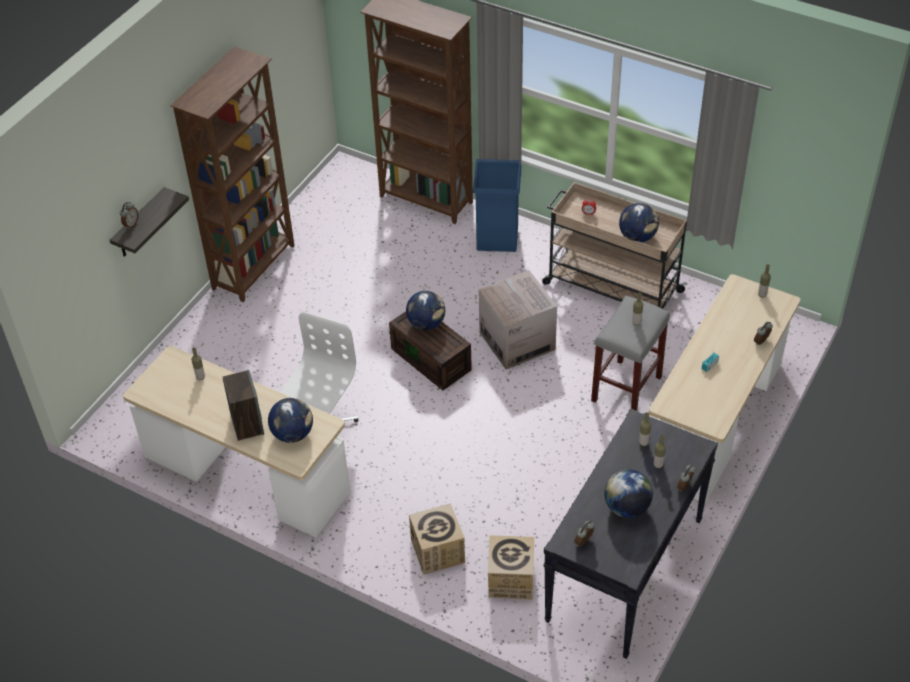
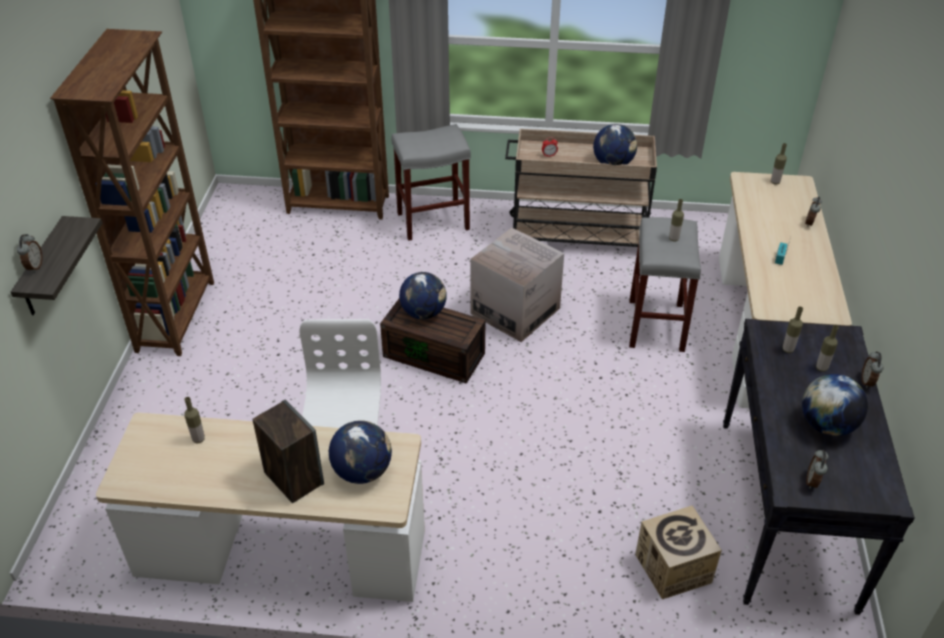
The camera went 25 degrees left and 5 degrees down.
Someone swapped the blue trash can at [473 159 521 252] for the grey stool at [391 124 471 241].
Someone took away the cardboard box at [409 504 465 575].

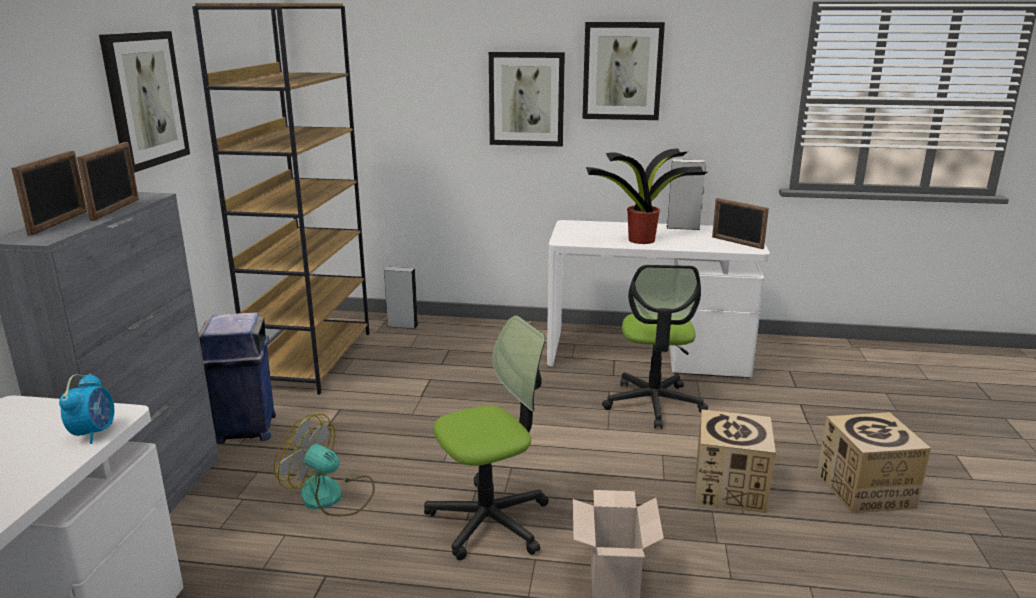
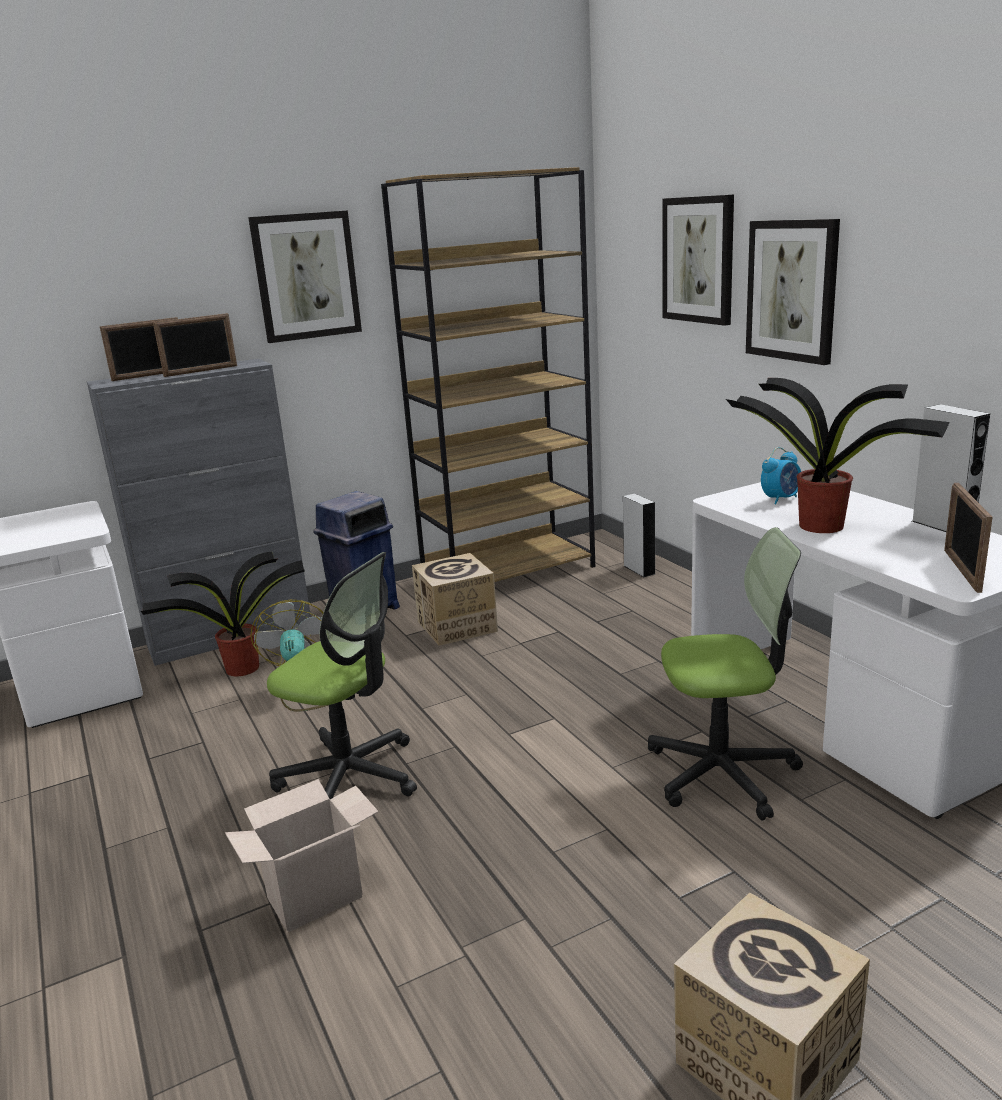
The camera went 55 degrees right and 0 degrees up.
Someone carried the picture from [582 22 665 120] to [663 195 734 326].
Someone rotated the office chair at [602 265 708 429] by 150 degrees counterclockwise.
Someone carried the alarm clock from [59 373 114 444] to [761 447 801 504].
Someone carried the cardboard box from [695 409 776 513] to [412 553 498 646].
Someone put down the potted plant at [141 551 305 676].

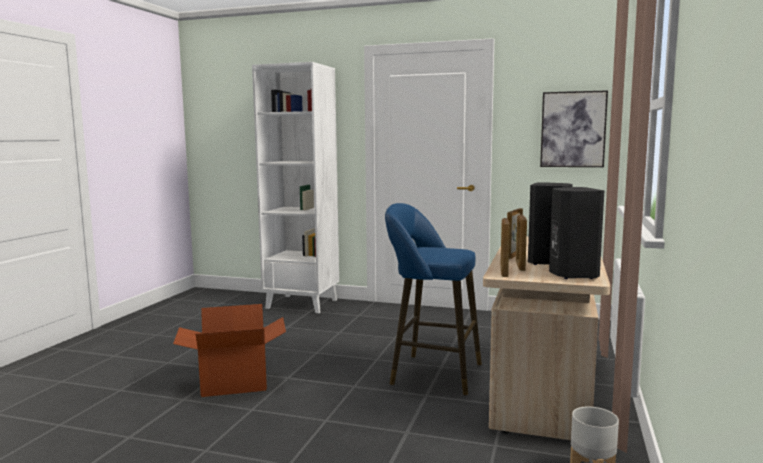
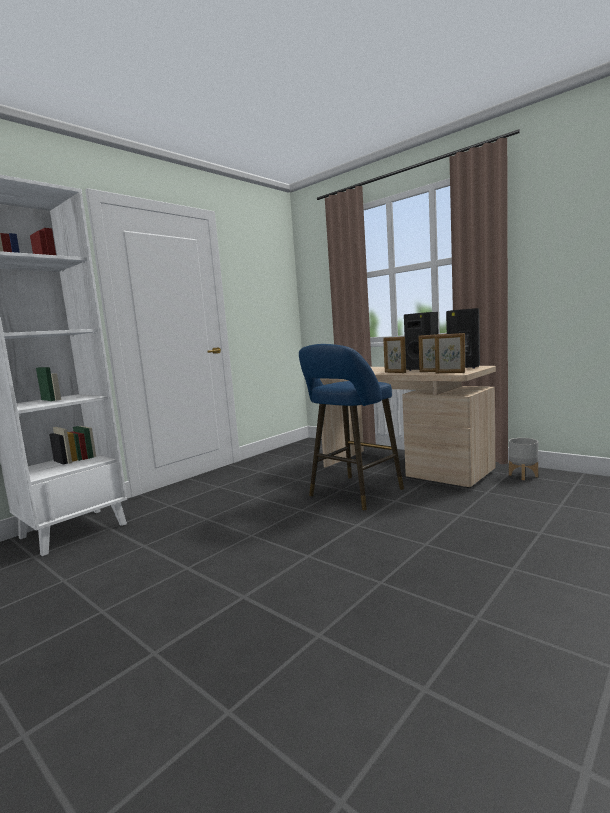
The camera went 65 degrees left and 0 degrees up.
Someone took away the picture at [540 90 608 167].
Someone took away the cardboard box at [173 304 286 397].

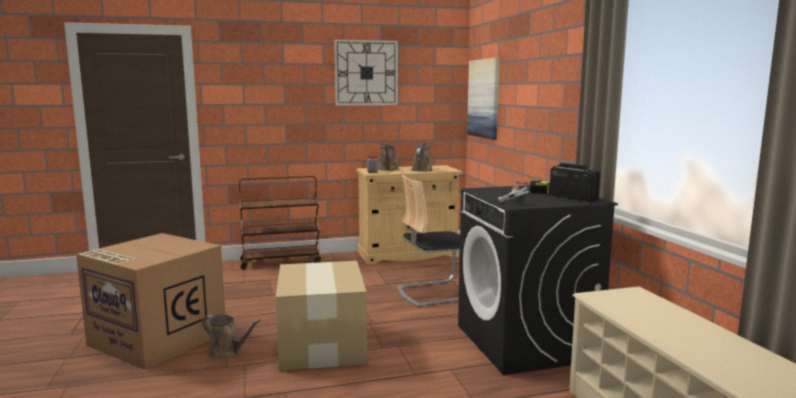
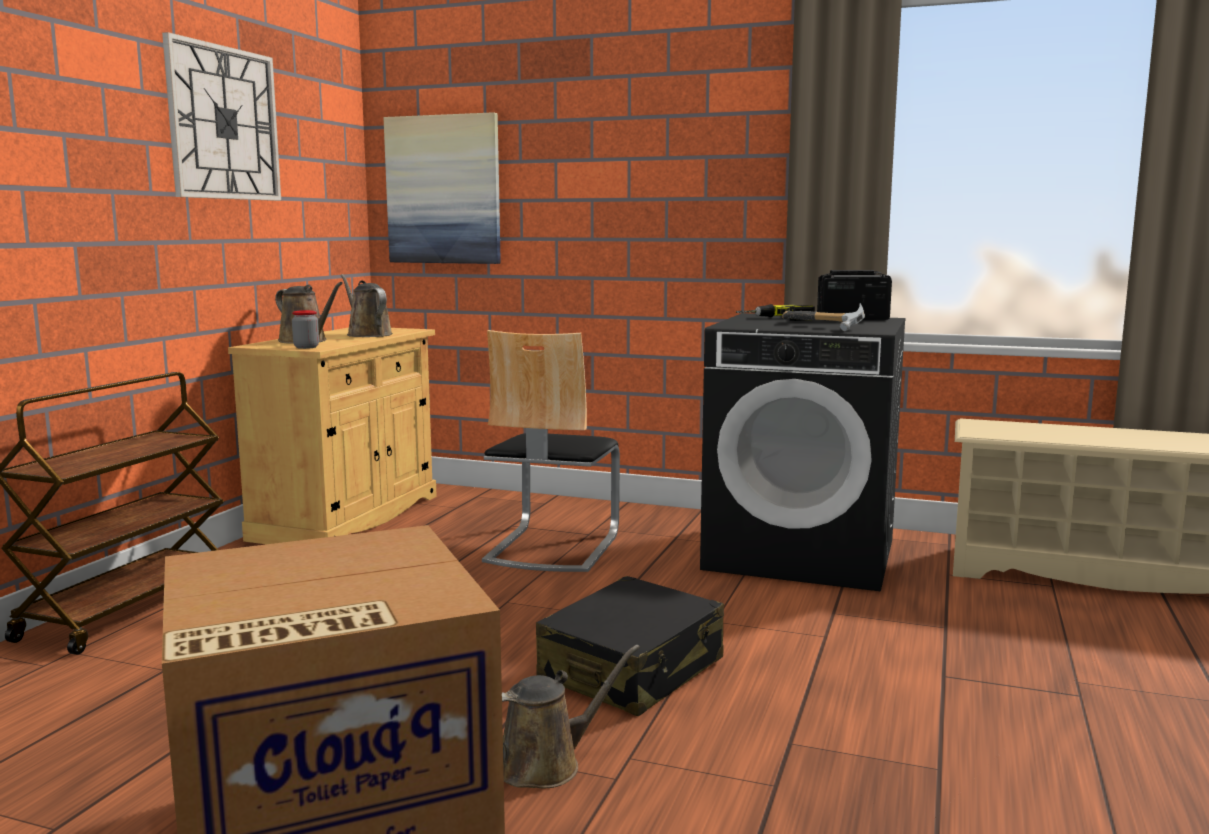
The camera went 55 degrees left and 0 degrees up.
Someone swapped the cardboard box at [276 261 367 371] for the black suitcase at [536 576 724 716].

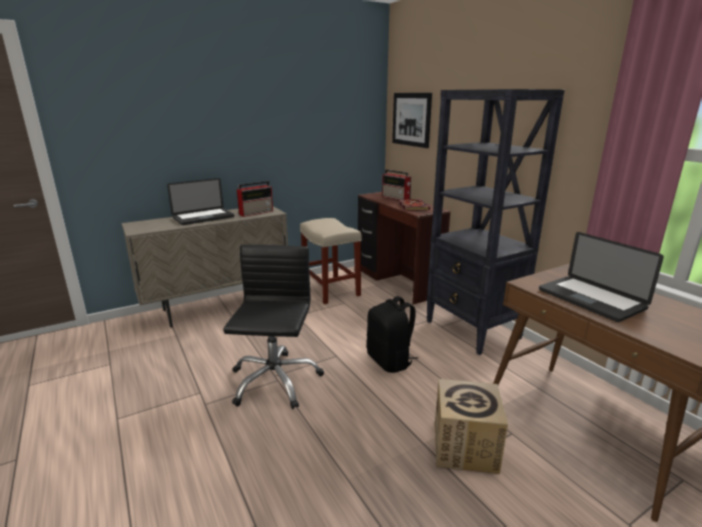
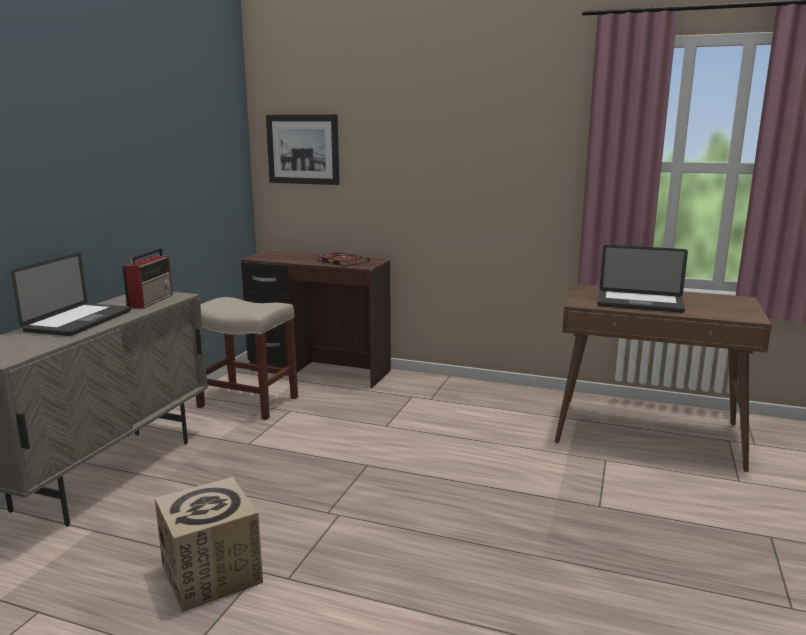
The camera went 40 degrees left and 5 degrees down.
Someone took away the black bookcase at [426 89 564 355].
Someone took away the radio at [382 169 411 200].
Someone took away the black office chair at [223 245 324 409].
Someone took away the black backpack at [367 296 418 373].
Someone carried the cardboard box from [435 379 508 474] to [155 477 263 612].

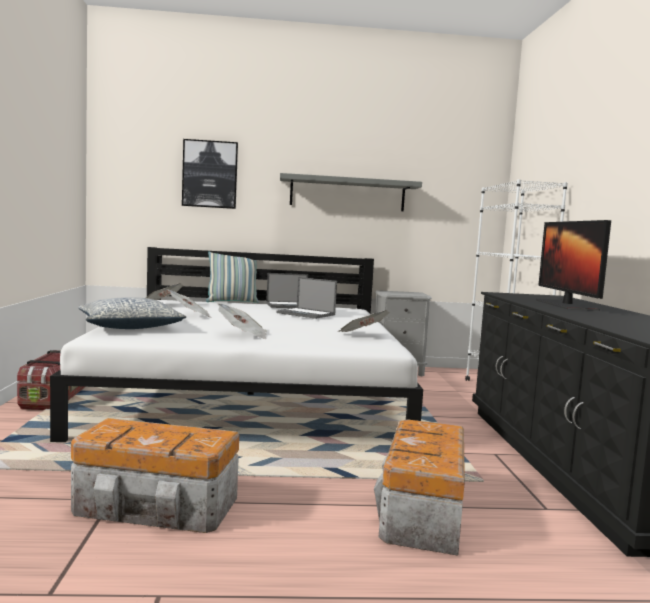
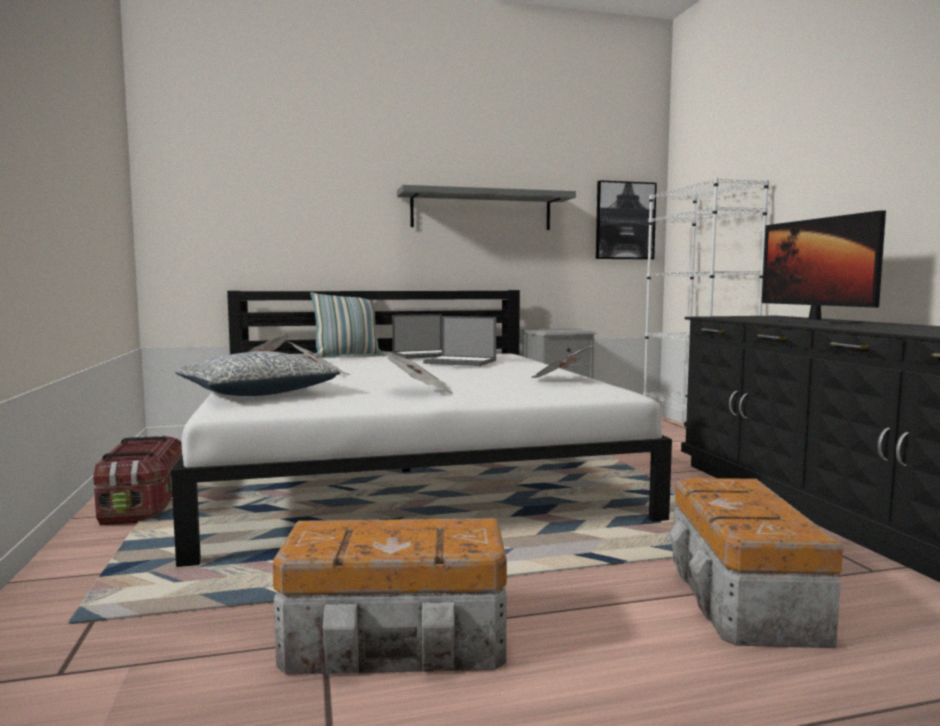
The camera went 10 degrees left and 0 degrees up.
Someone carried the picture from [182 139 238 209] to [596 180 657 260].

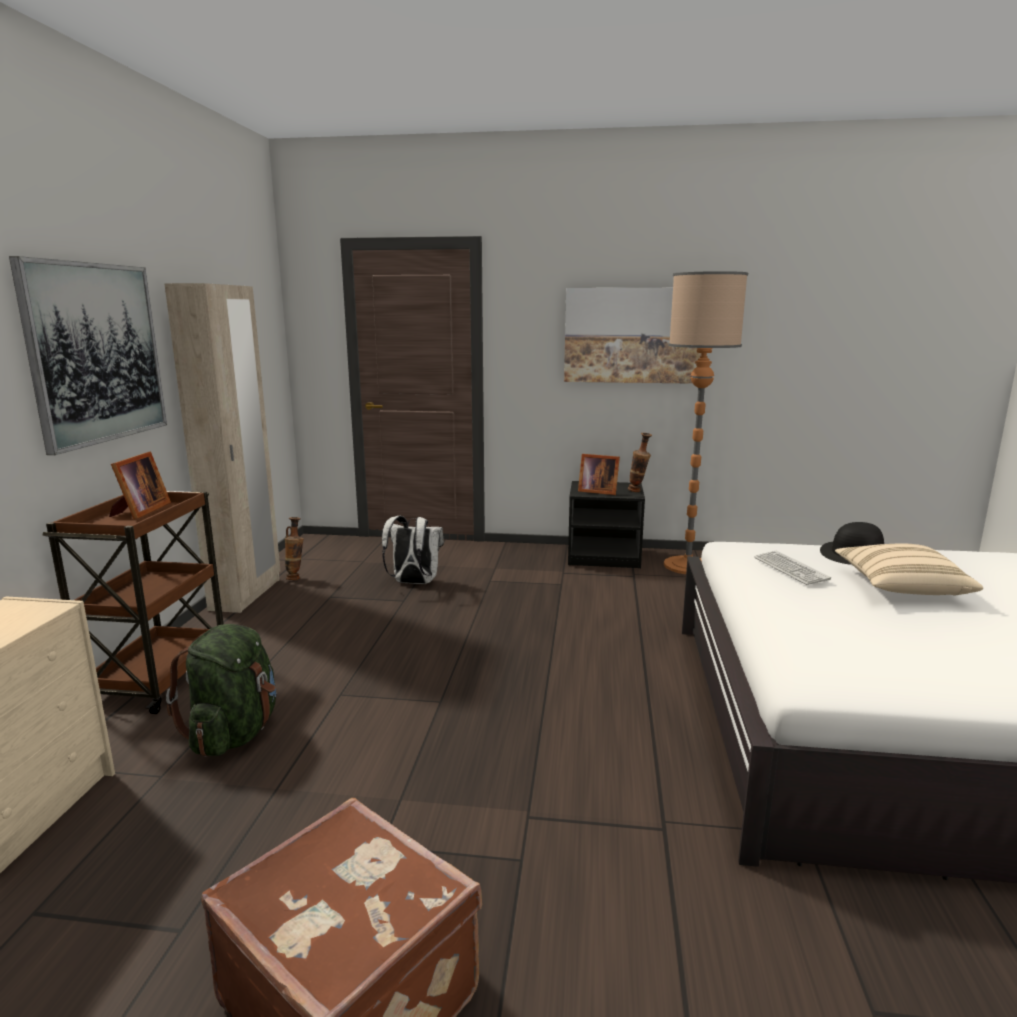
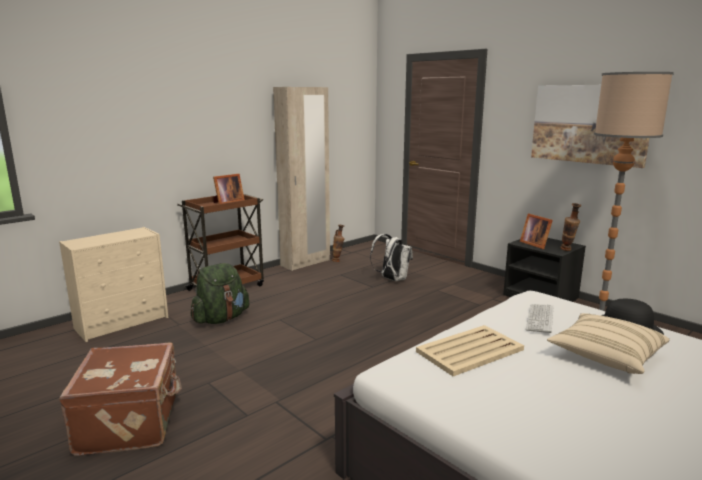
The camera went 40 degrees right and 0 degrees up.
Someone took away the picture at [9 256 167 455].
Someone put down the beige tray at [416 325 524 376].

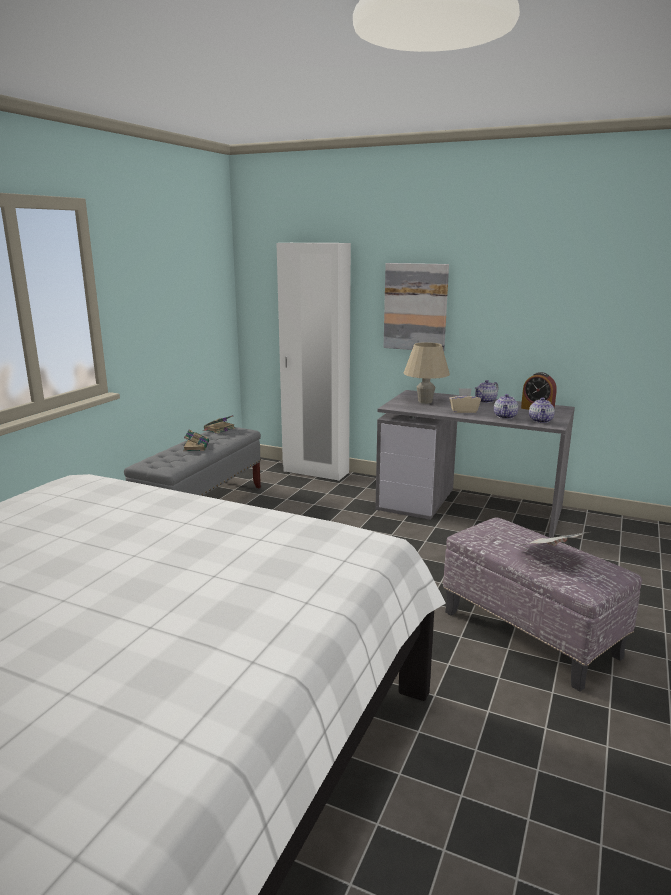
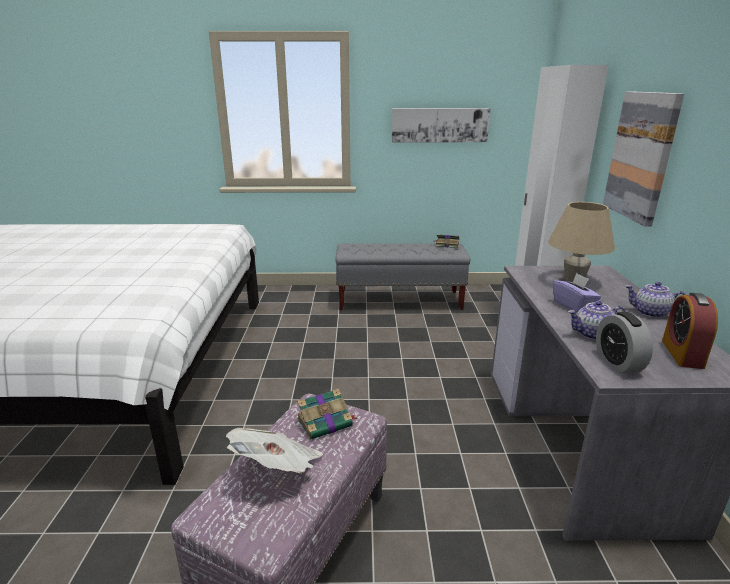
The camera went 65 degrees right and 5 degrees up.
Someone repainted the beige tissue box at [449 388 481 413], which became the purple tissue box at [553 273 601 313].
Someone swapped the teapot at [529 398 555 423] for the alarm clock at [596 312 653 373].
Someone carried the book from [183 430 209 451] to [297 389 357 440].
Someone put up the picture at [392 108 491 142].

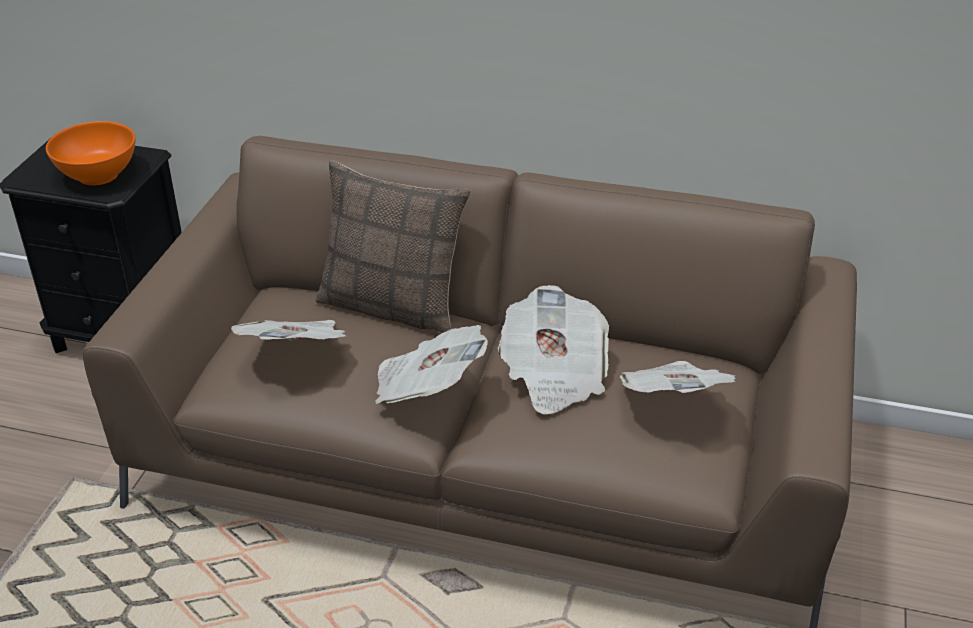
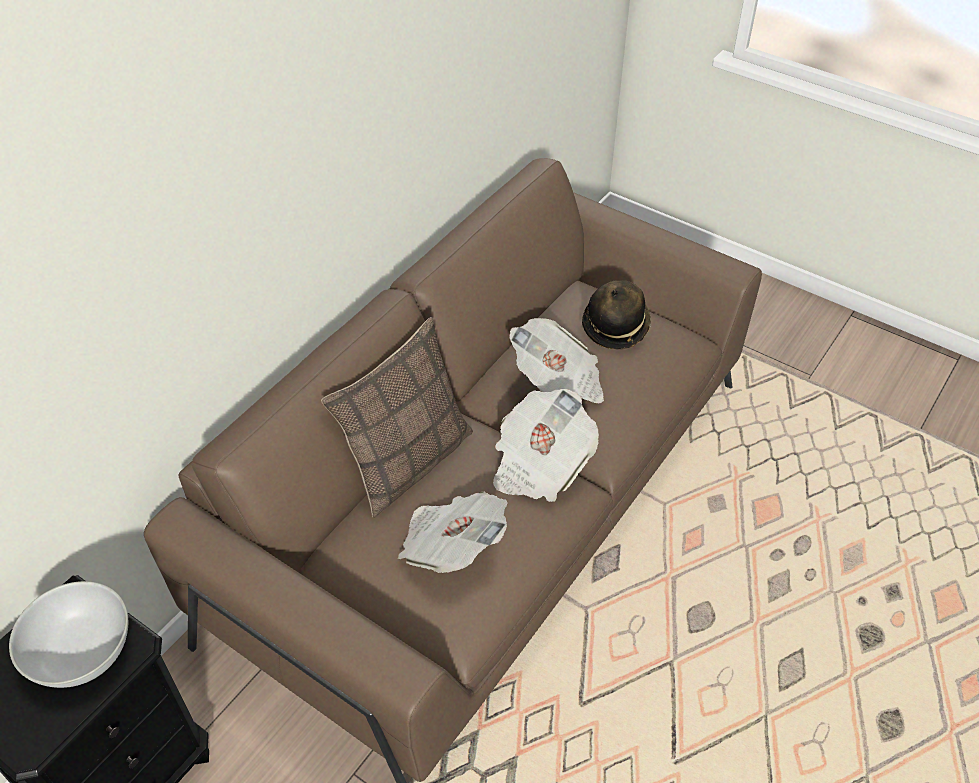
The camera went 70 degrees left and 10 degrees up.
Someone repainted the orange bowl at [46 121 136 186], which became the white bowl at [9 581 128 688].
Someone swapped the newspaper at [620 361 735 393] for the hat at [582 280 651 349].

